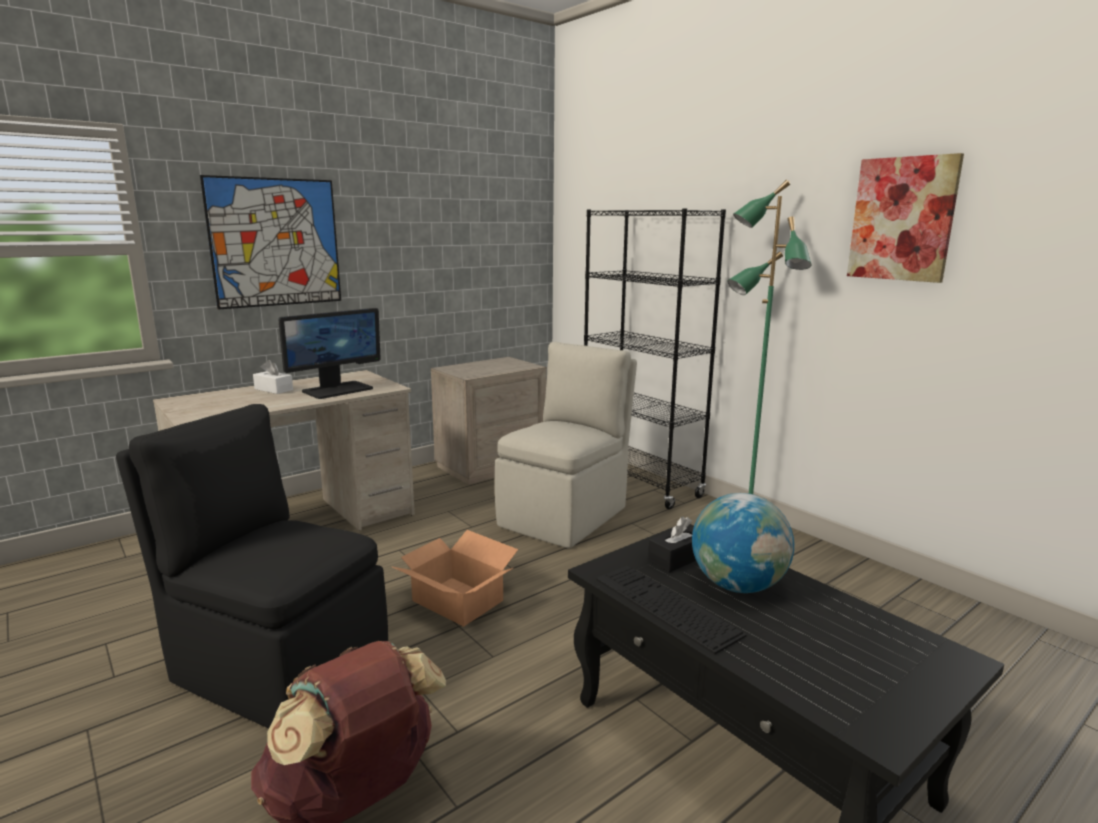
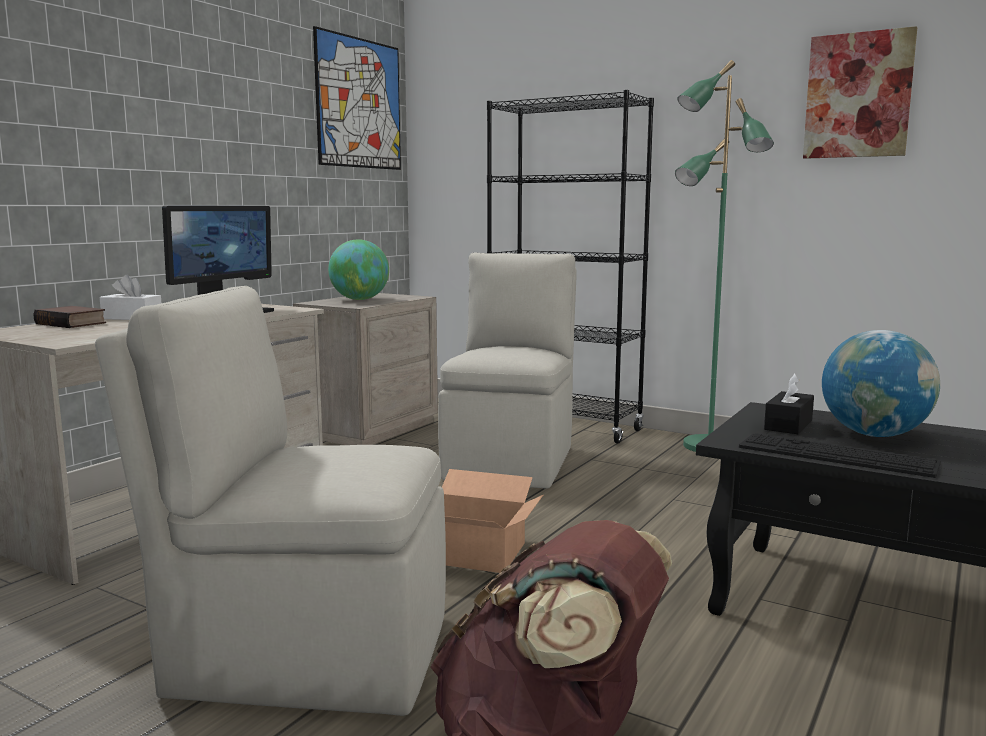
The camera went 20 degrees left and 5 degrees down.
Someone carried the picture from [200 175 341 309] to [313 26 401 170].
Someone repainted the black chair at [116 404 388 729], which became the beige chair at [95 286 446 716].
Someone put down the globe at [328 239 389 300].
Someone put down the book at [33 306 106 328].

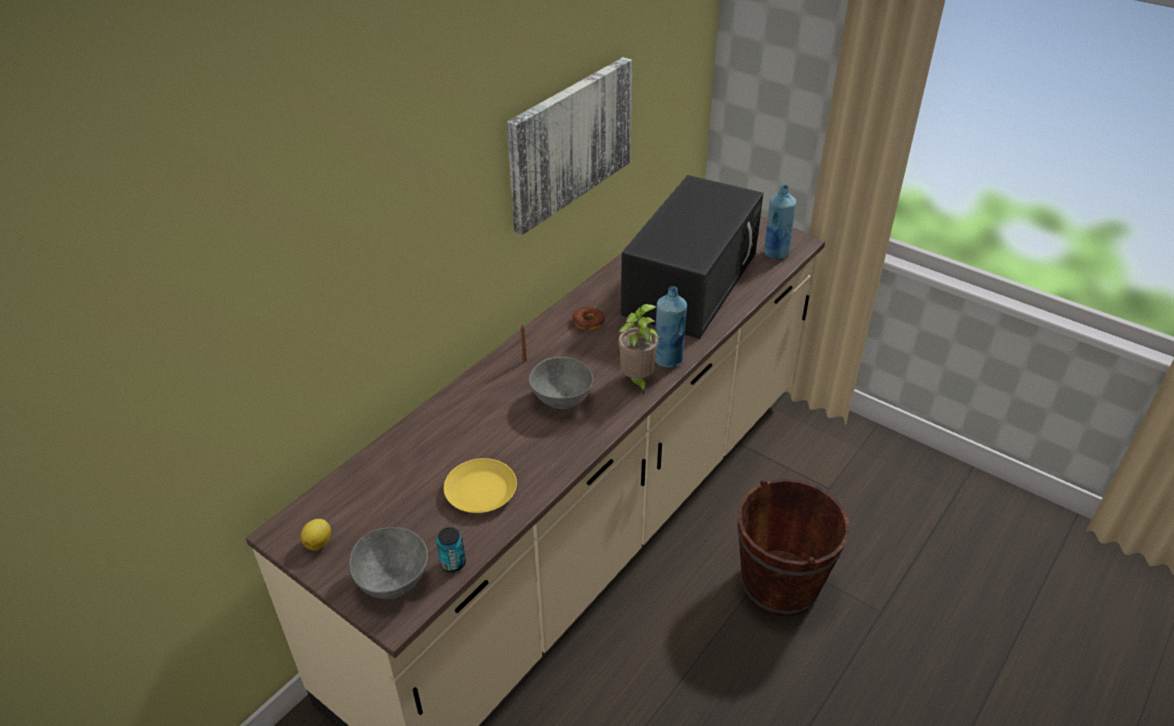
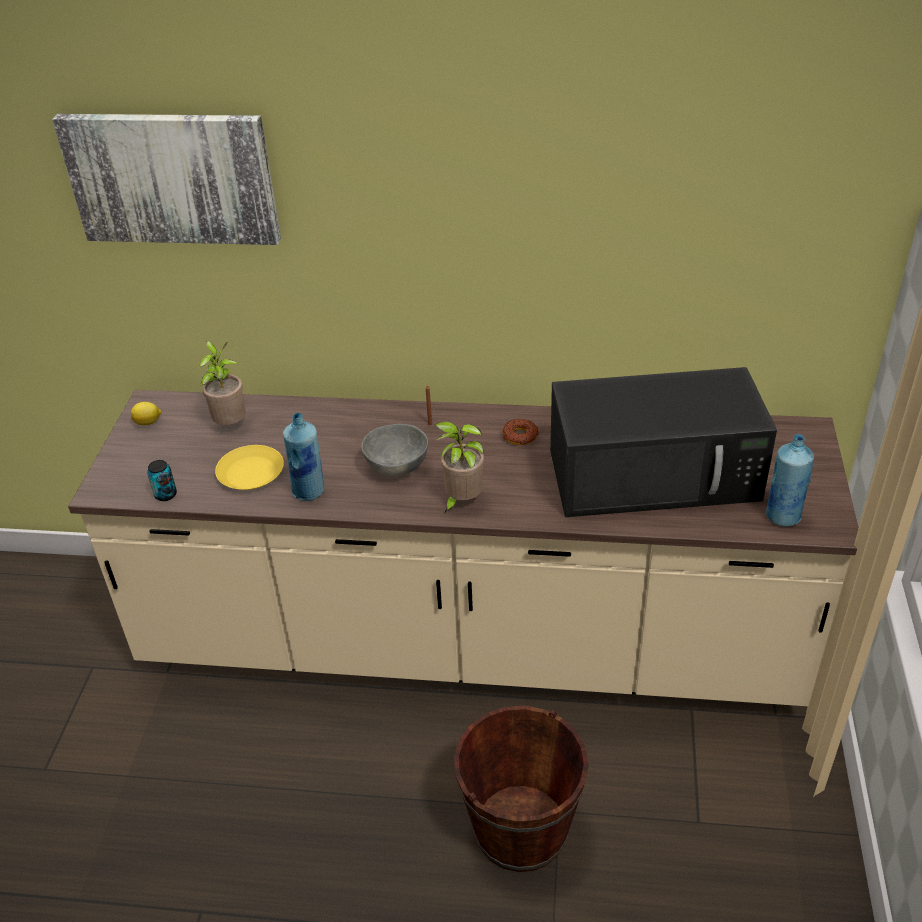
The camera went 60 degrees right and 0 degrees up.
Someone carried the picture from [507 57 633 235] to [52 114 281 245].
Someone carried the blue bottle from [655 286 687 368] to [283 413 324 501].
Someone took away the grey bowl at [349 527 428 599].
Someone put down the potted plant at [199 341 246 425].

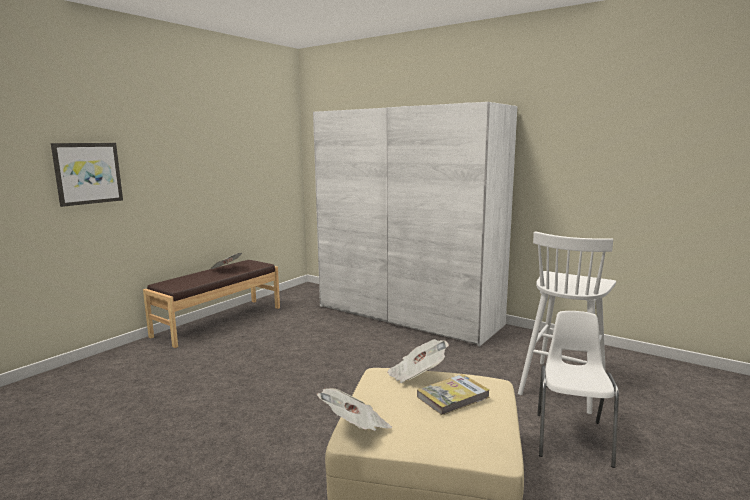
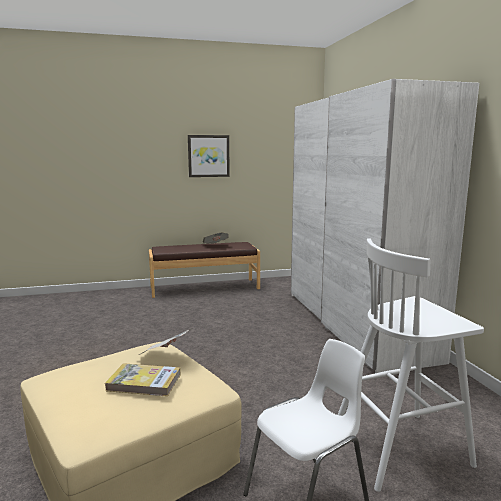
The camera went 40 degrees right and 0 degrees up.
Someone carried the picture from [51 143 123 207] to [188 135 230 177].
Someone took away the newspaper at [317 388 392 431].

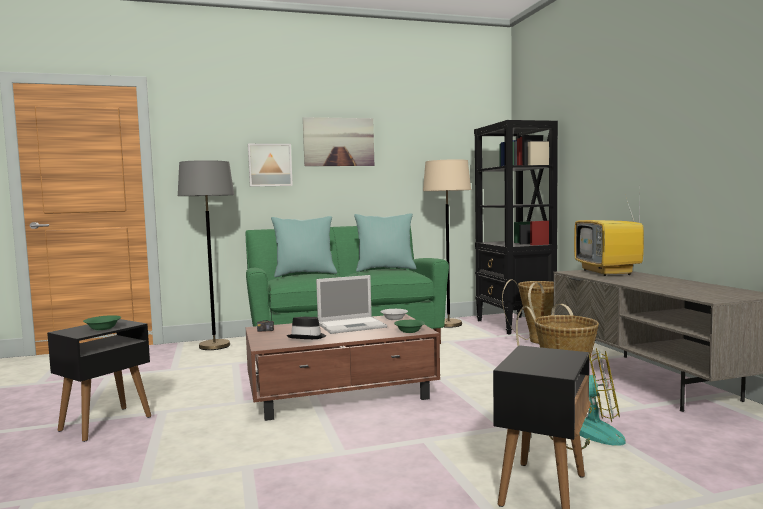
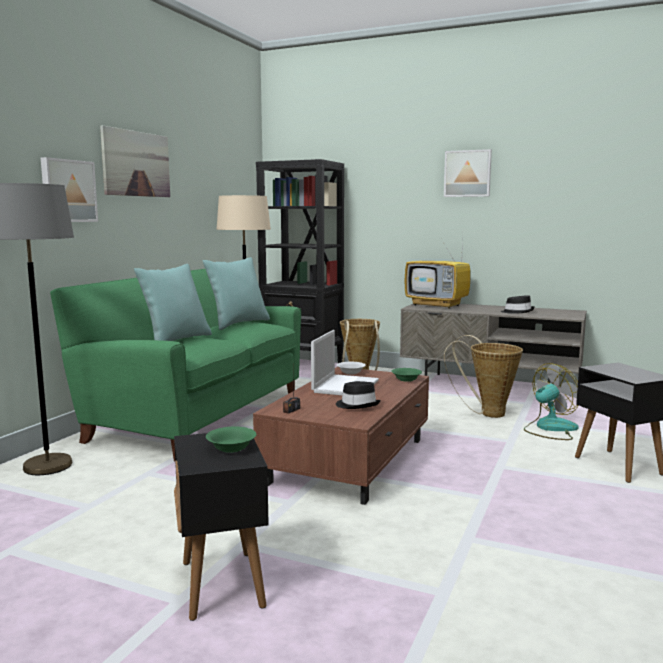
The camera went 50 degrees left and 5 degrees up.
Someone put up the picture at [444 149 492 197].
Someone put down the black hat at [500 295 535 314].

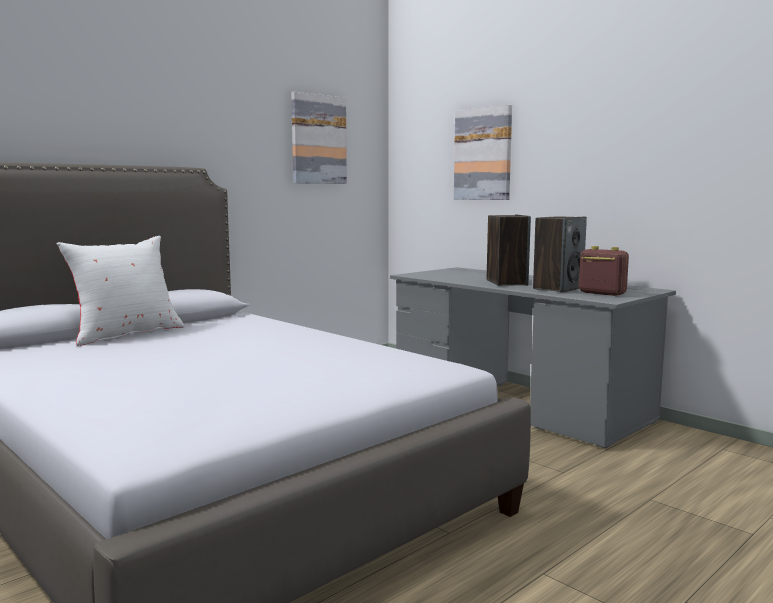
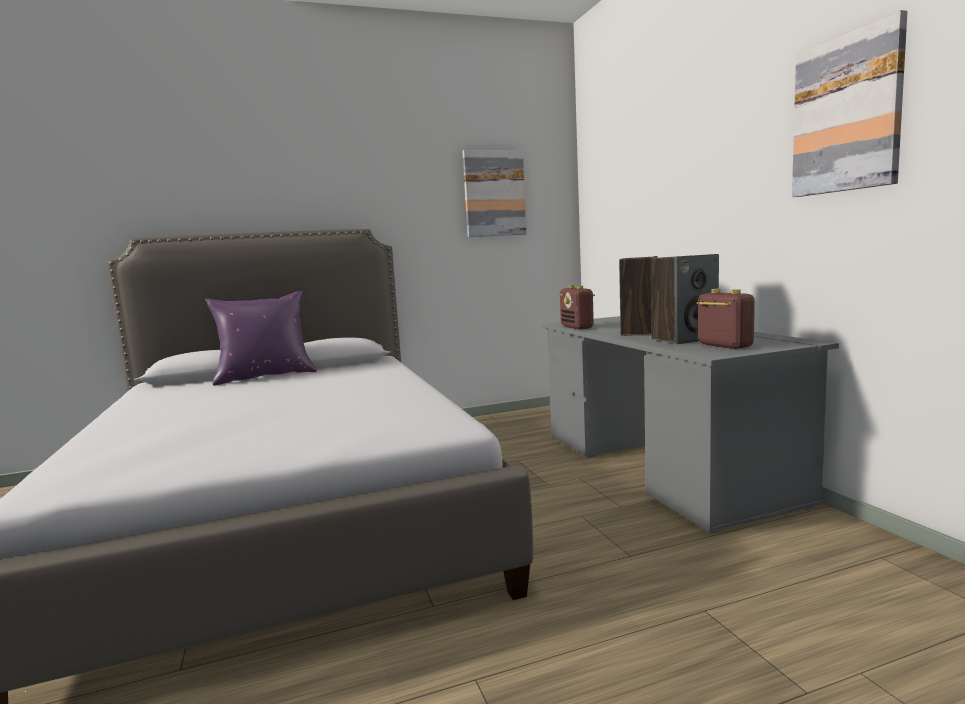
The camera went 25 degrees right and 0 degrees up.
Someone carried the picture from [454 105 512 200] to [792 10 907 197].
Someone repainted the white pillow at [57 236 185 346], which became the purple pillow at [205 291 317 385].
Someone put down the radio at [560 285 595 330].

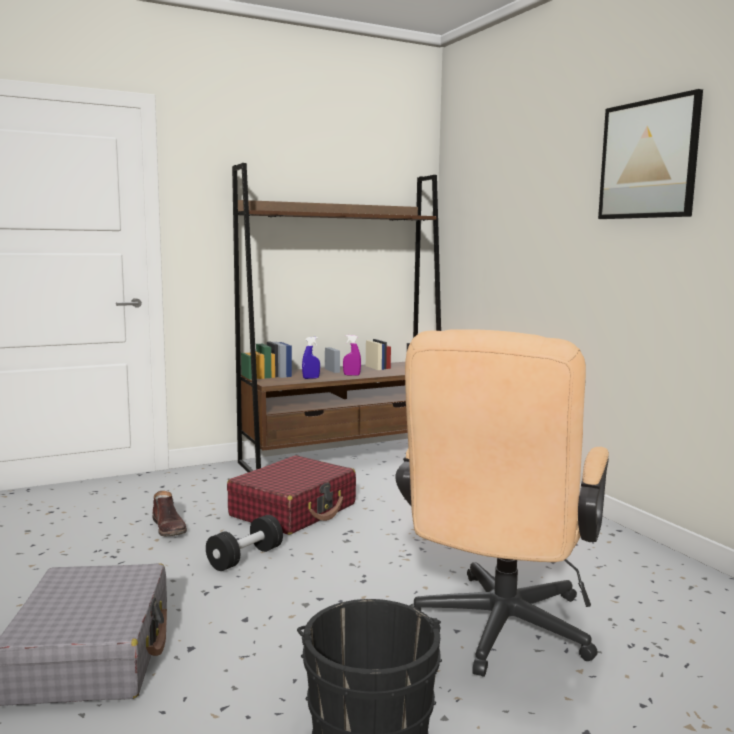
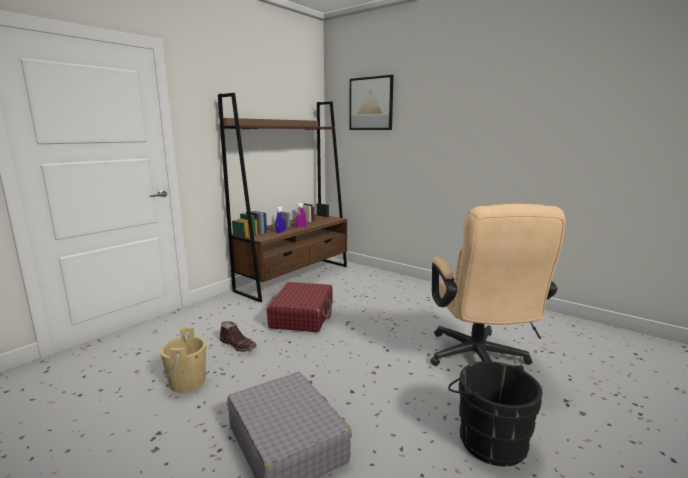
The camera went 25 degrees left and 5 degrees up.
Someone carried the picture from [598 89 703 219] to [349 75 394 130].
Someone took away the black dumbbell at [206 515 283 571].
Someone put down the beige bucket at [160 327 206 393].

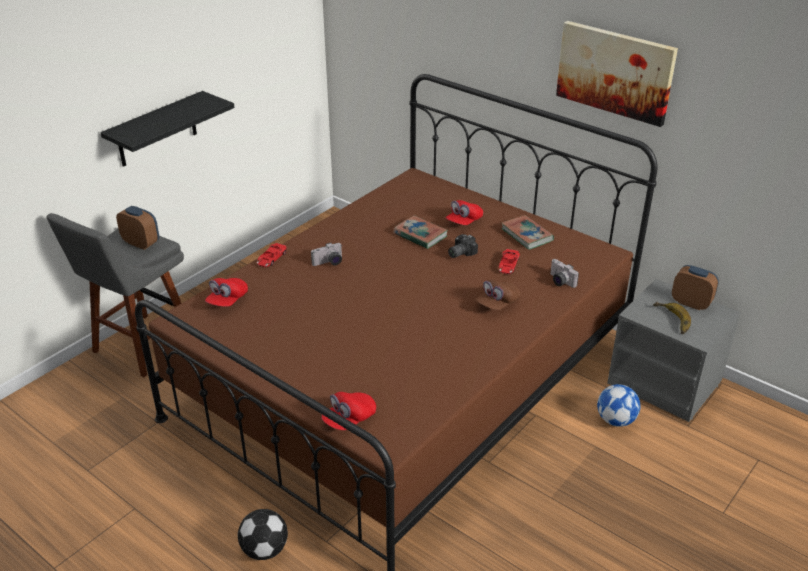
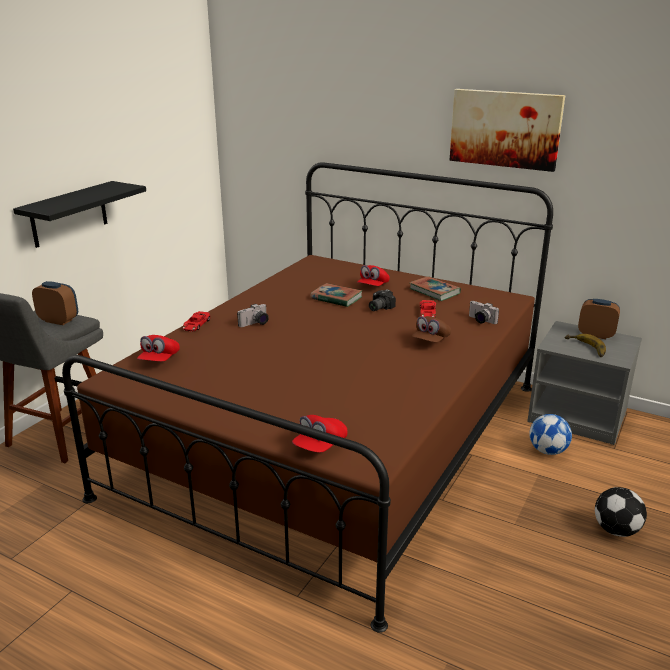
The camera went 10 degrees left and 10 degrees down.
Someone carried the football from [238 509 288 560] to [595 487 647 537].

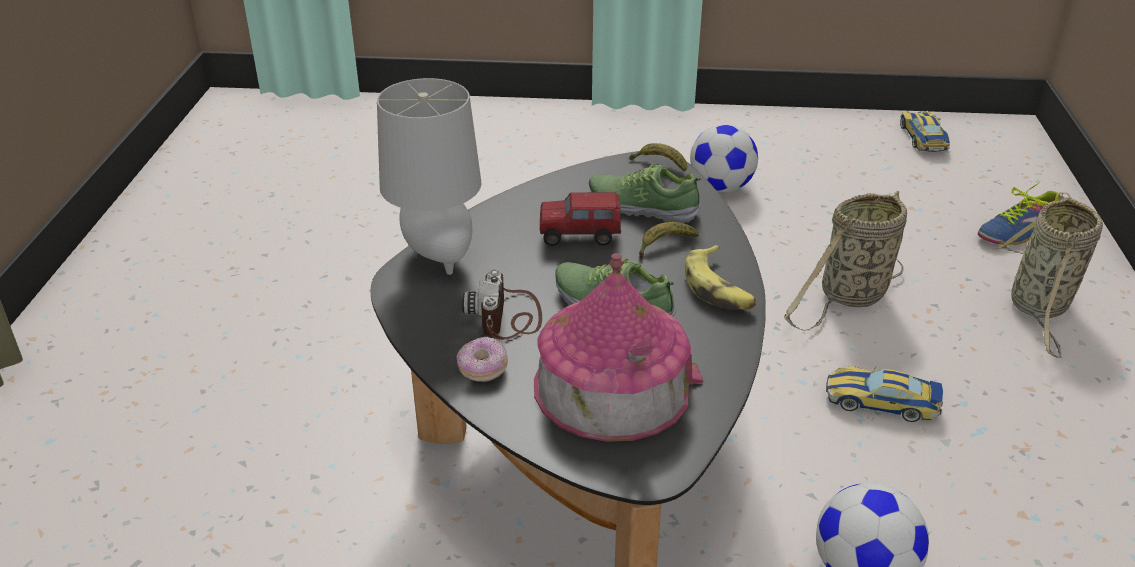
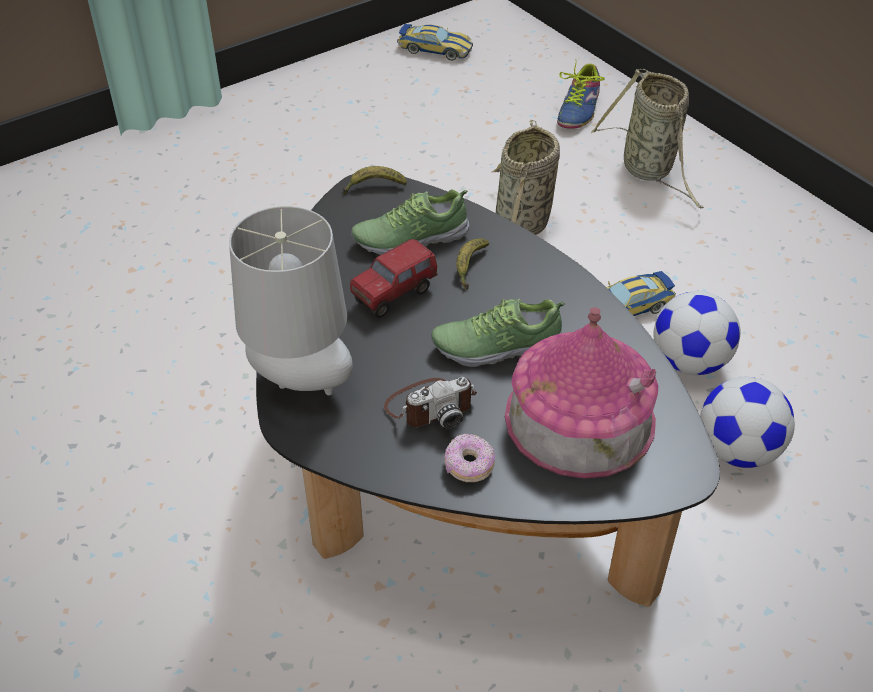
The camera went 40 degrees left and 10 degrees up.
Someone rotated the toy car at [900 111 950 152] by 150 degrees clockwise.
Someone carried the football from [690 124 758 193] to [653 291 741 375].
Someone took away the banana at [685 245 757 310].
Someone rotated the photo camera at [462 269 542 340] by 75 degrees counterclockwise.

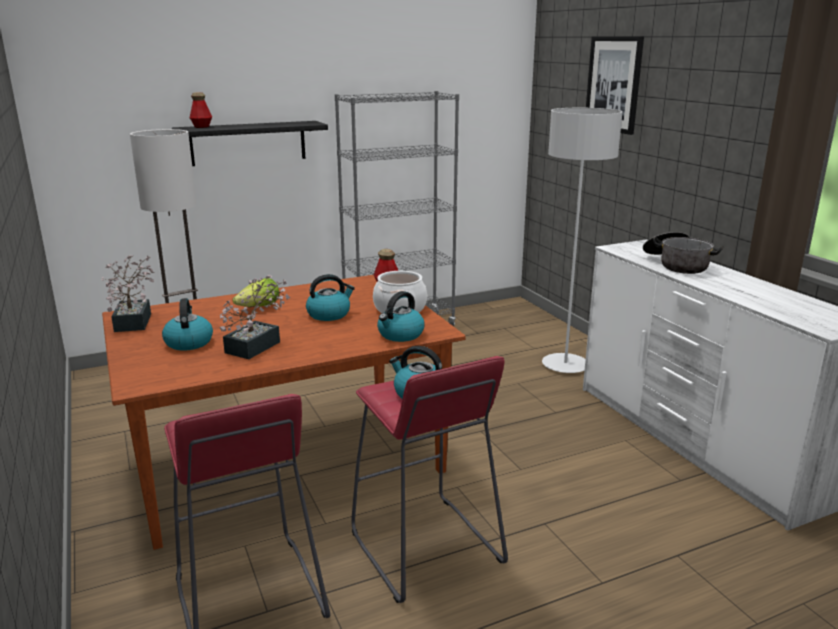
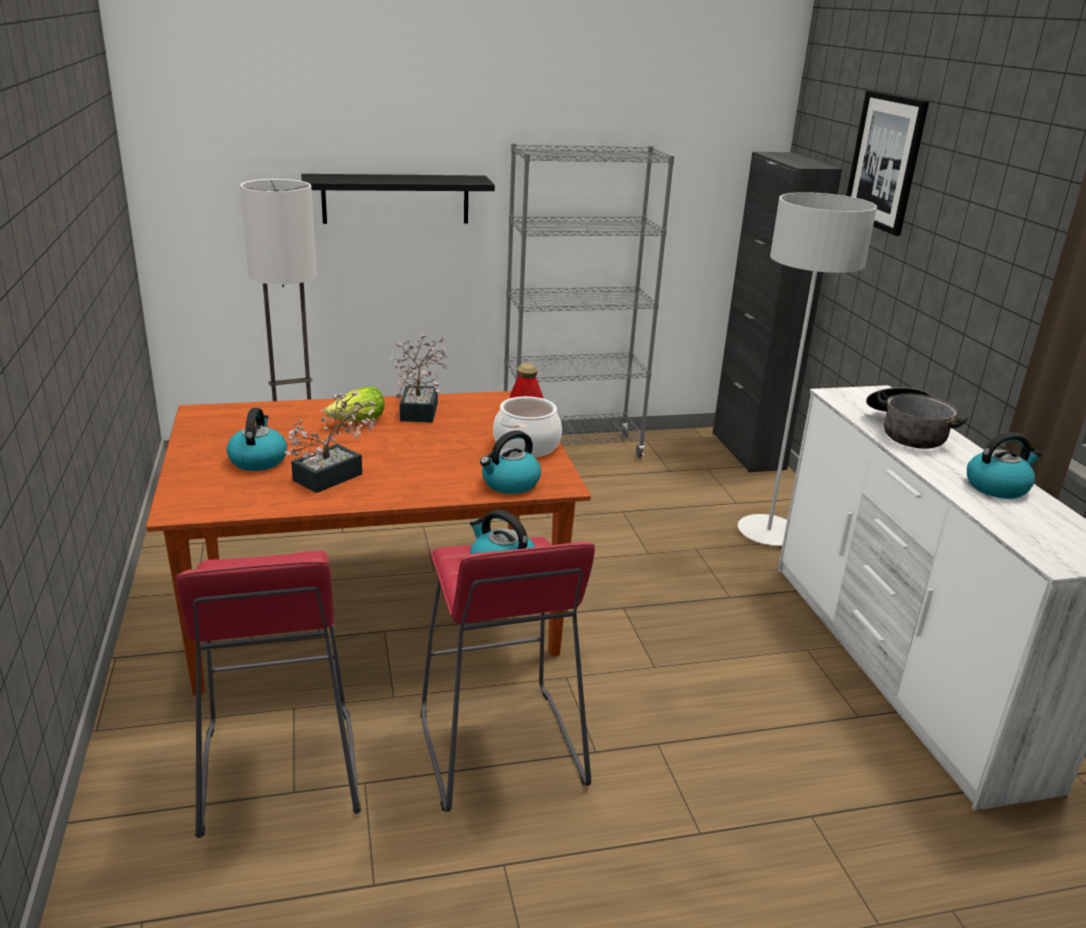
The camera went 10 degrees right and 5 degrees up.
Someone took away the bottle at [190 92 212 128].
Someone carried the potted plant from [101 255 155 332] to [390 334 447 423].
Someone carried the kettle from [306 274 355 321] to [967 432 1042 499].
Someone put down the black cabinet at [713 152 842 472].

